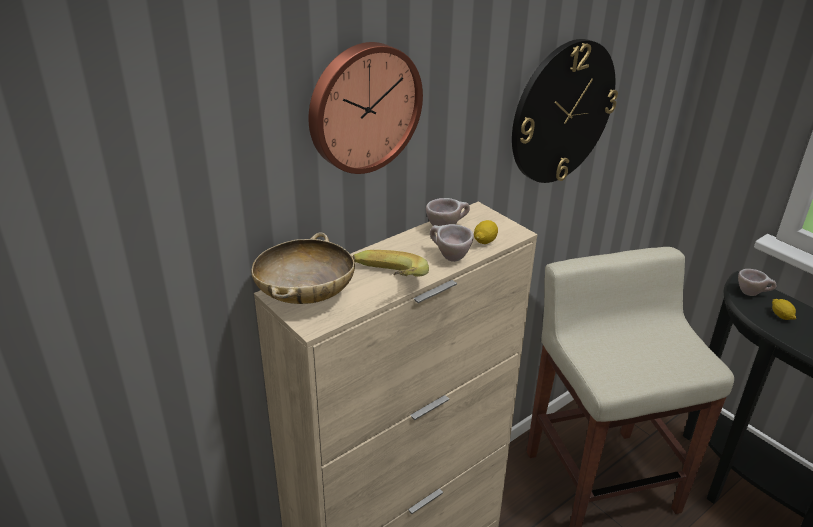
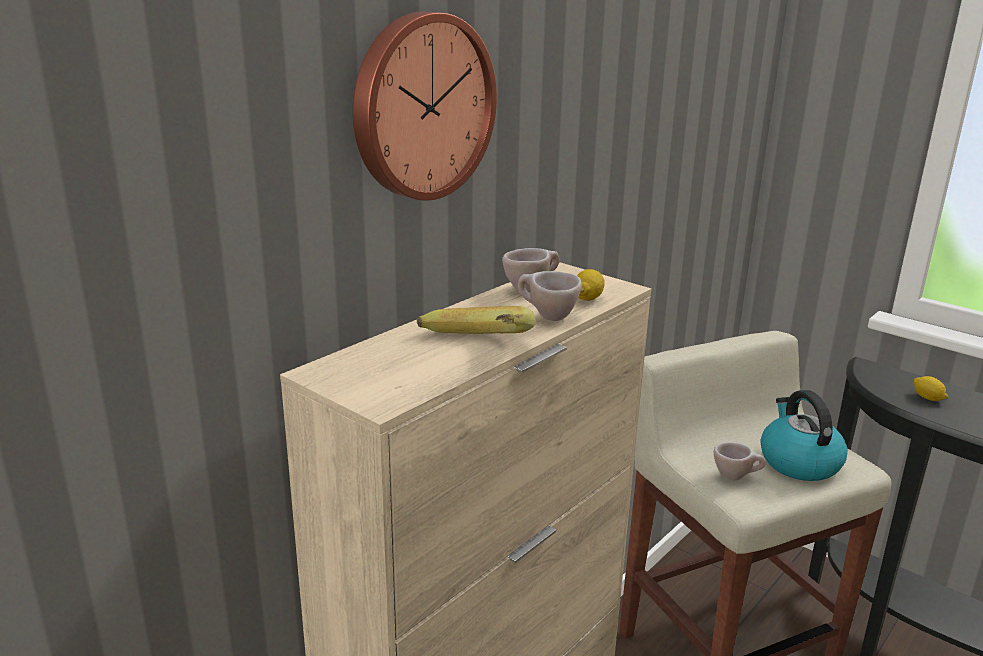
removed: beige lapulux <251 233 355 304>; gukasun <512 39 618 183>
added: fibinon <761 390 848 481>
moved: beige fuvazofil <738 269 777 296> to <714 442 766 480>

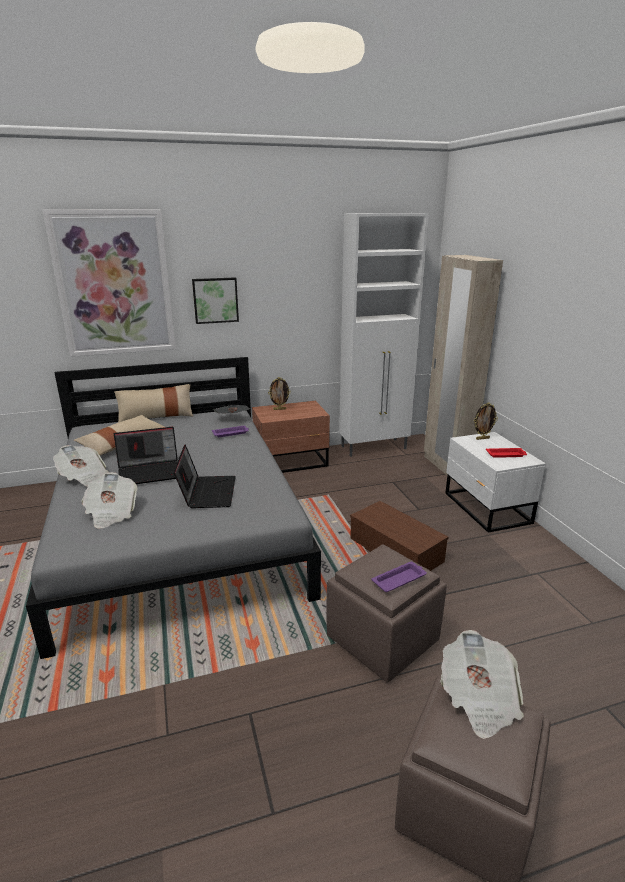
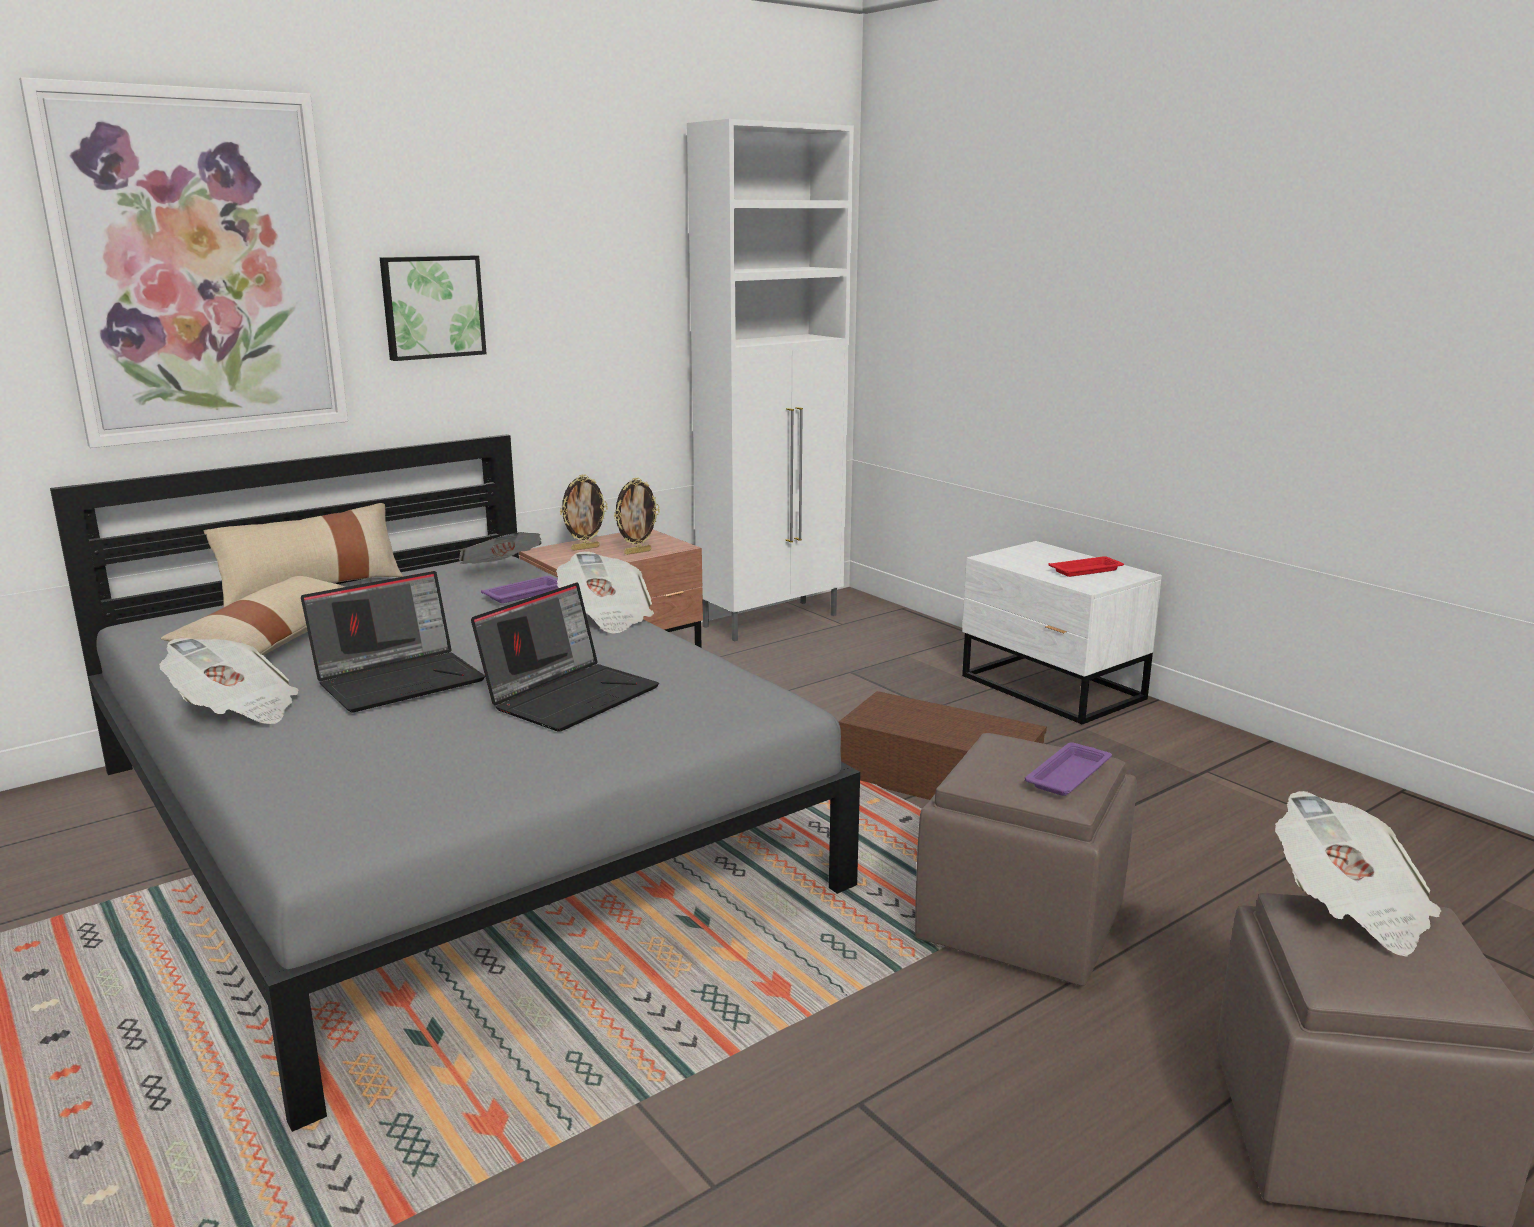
removed: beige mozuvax <424 255 503 481>
moved: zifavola <81 472 138 529> to <556 551 654 634>; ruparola <474 403 498 440> to <614 477 660 555>
turned: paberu <173 444 236 508> = <471 582 659 732> 60 degrees clockwise

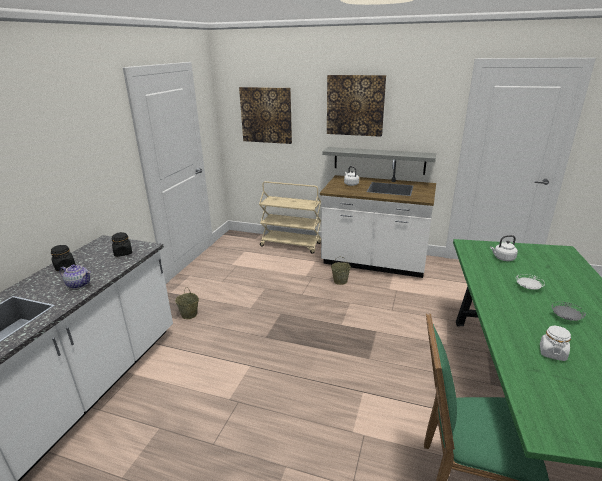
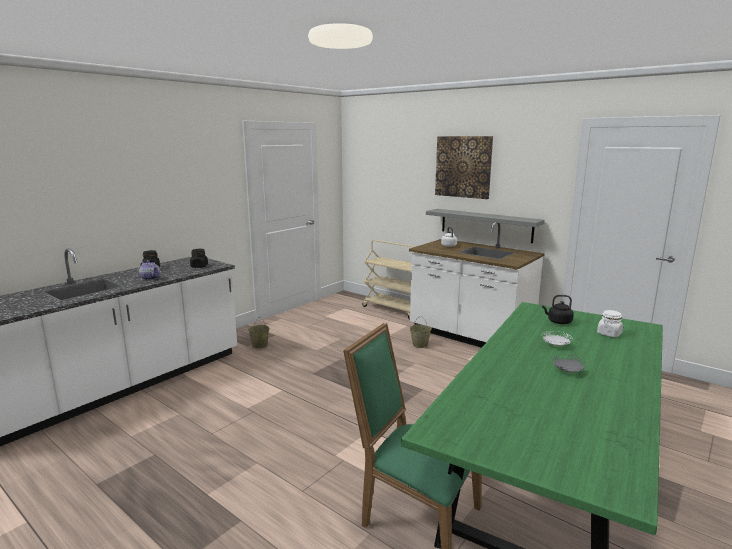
removed: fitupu <239 87 292 144>
moved: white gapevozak <540 325 571 361> to <597 310 623 337>
recoloured: white fibinon <490 235 518 261> to black fibinon <542 295 574 324>

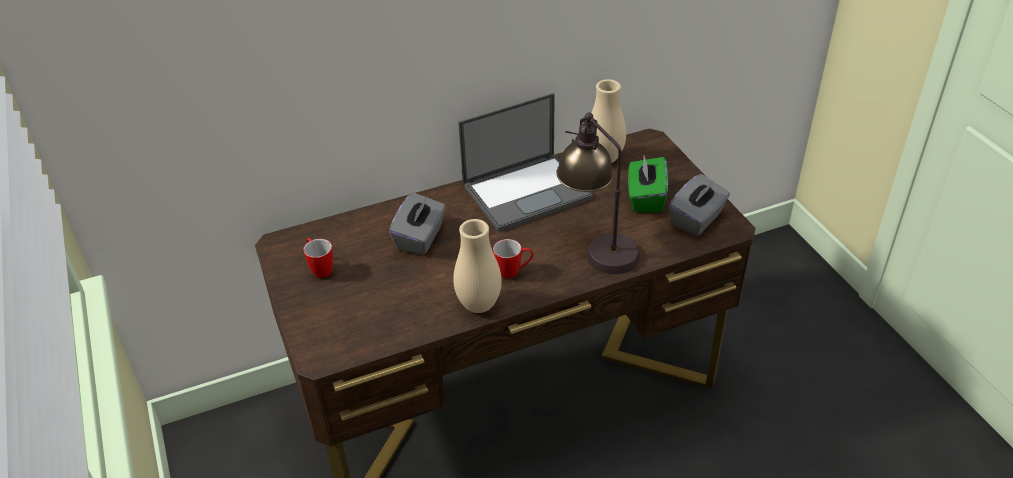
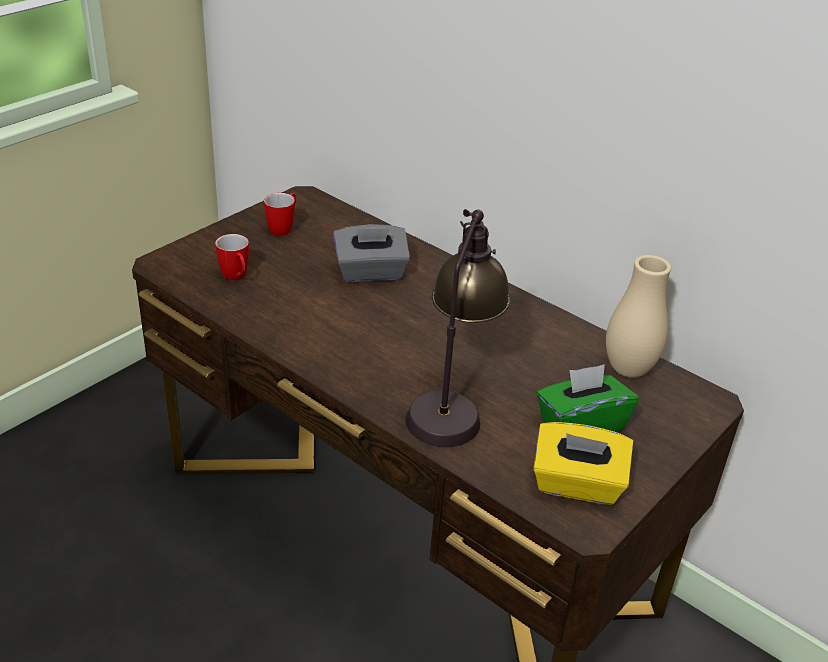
removed: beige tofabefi <453 219 502 313>; paberu <458 93 593 232>
moved: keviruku <493 239 534 279> to <215 234 249 280>
recoloured: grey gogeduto <669 174 730 236> to yellow gogeduto <533 422 633 505>

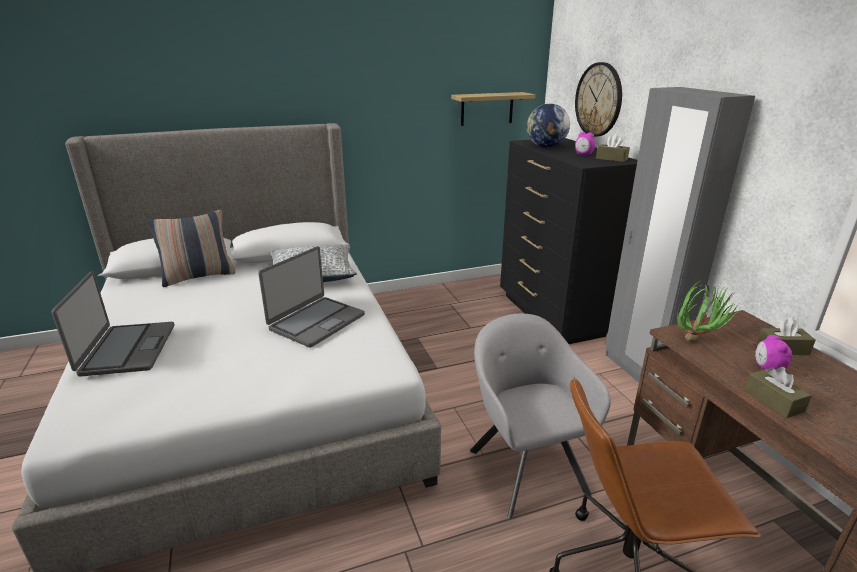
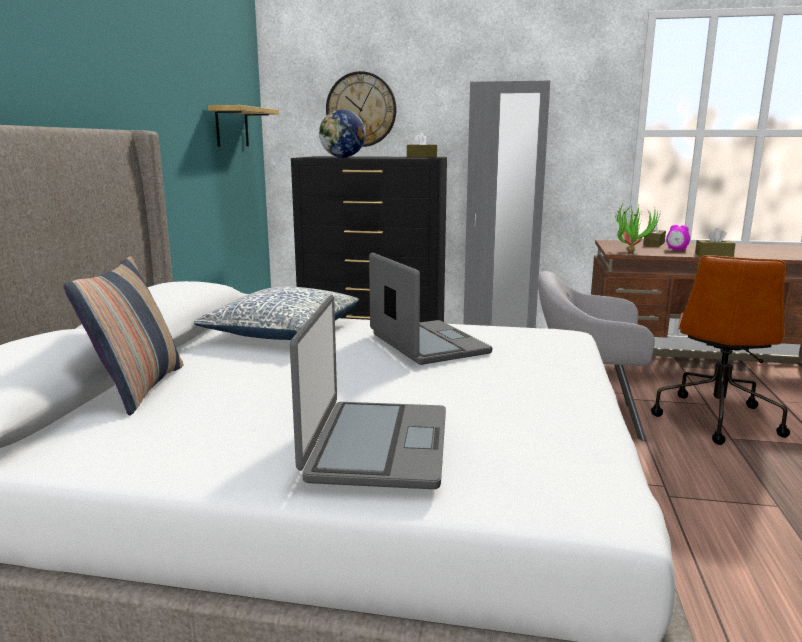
removed: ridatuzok <575 132 595 155>
turned: paberu <51 271 175 377> = <290 295 446 489> 75 degrees clockwise

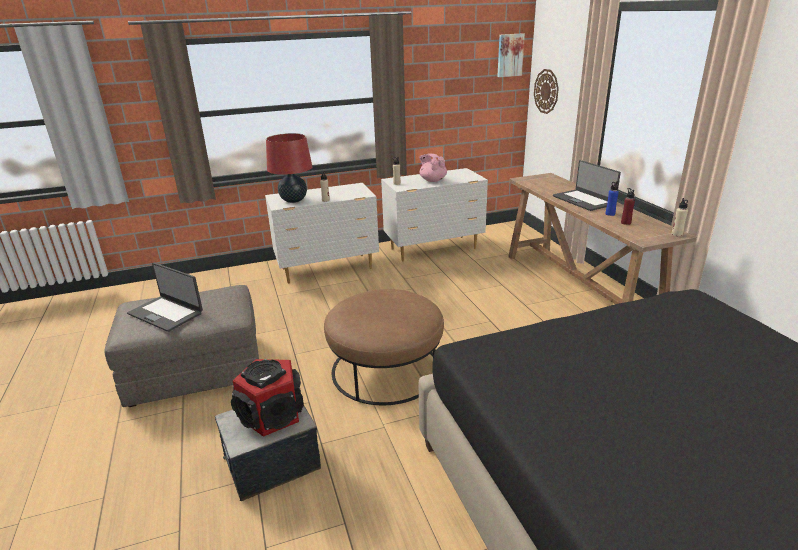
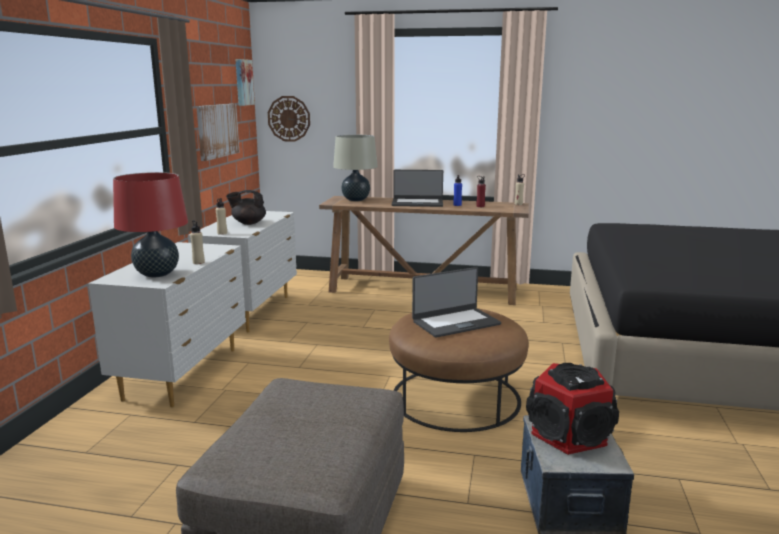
added: fitupu <196 104 240 161>; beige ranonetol <333 135 378 201>
moved: paberu <127 263 203 332> to <412 267 501 338>
recoloured: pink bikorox <419 153 447 182> to black bikorox <226 190 266 225>

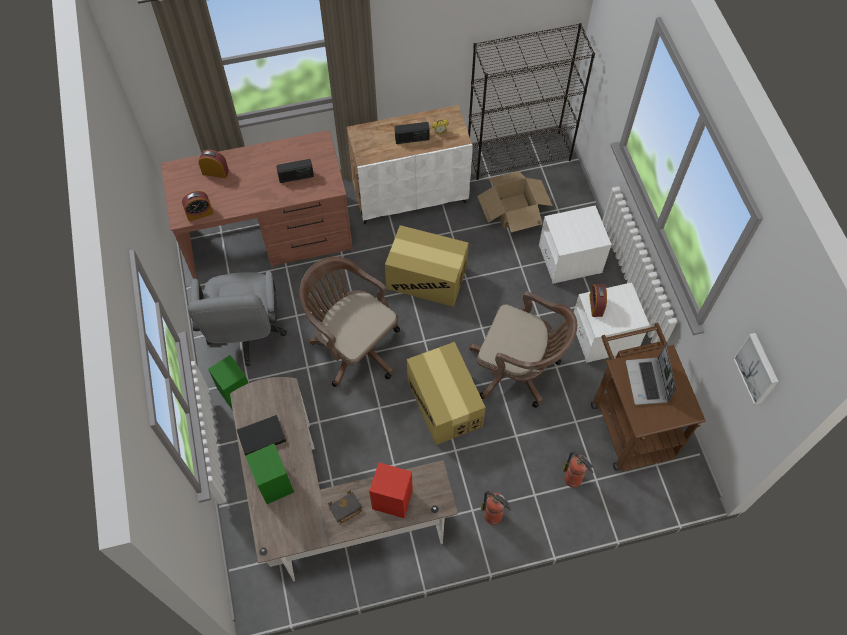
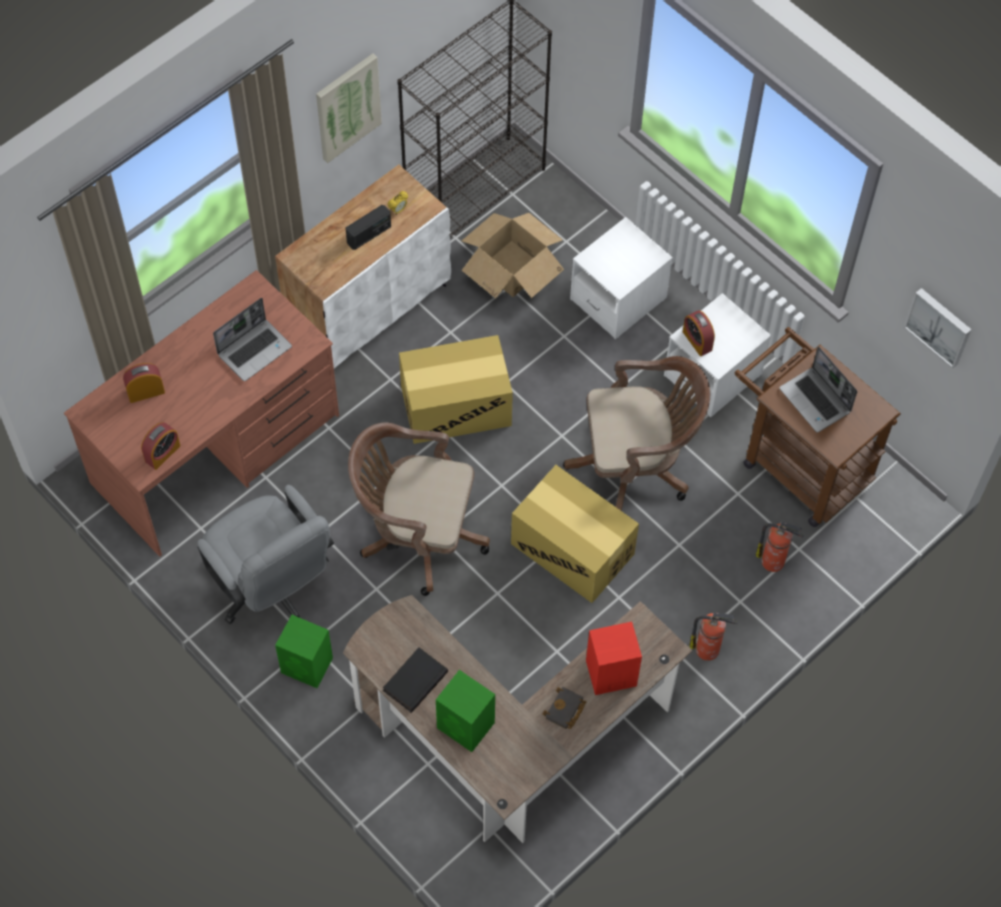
added: fitupu <316 53 382 163>
replaced: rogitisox <276 159 314 183> to paberu <213 298 292 381>

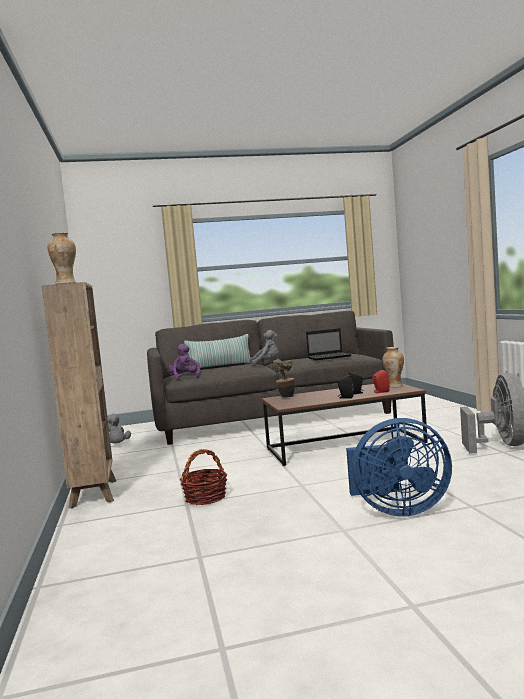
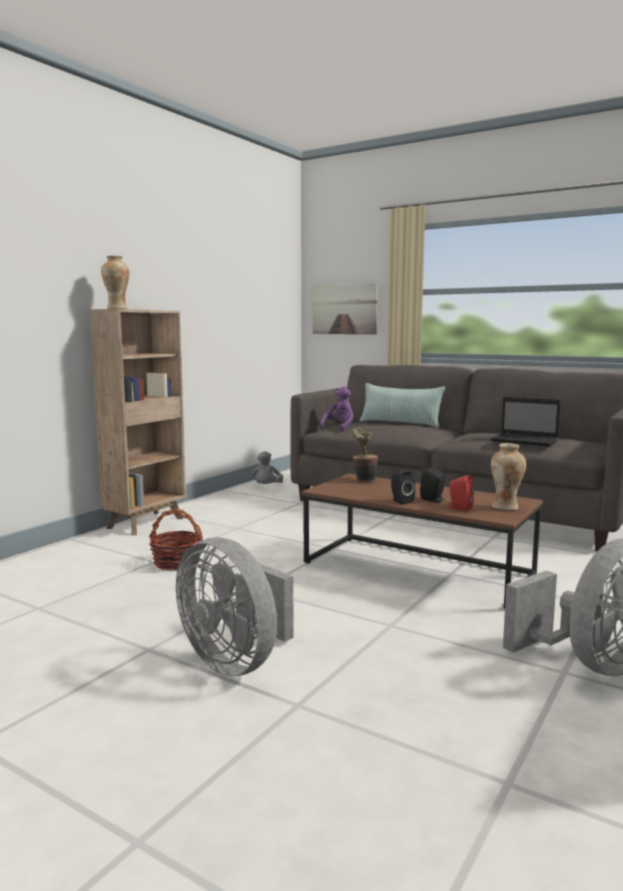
removed: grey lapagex <250 330 279 366>
added: fitupu <313 283 378 334>
recoloured: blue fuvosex <346 418 452 517> to grey fuvosex <176 537 294 677>

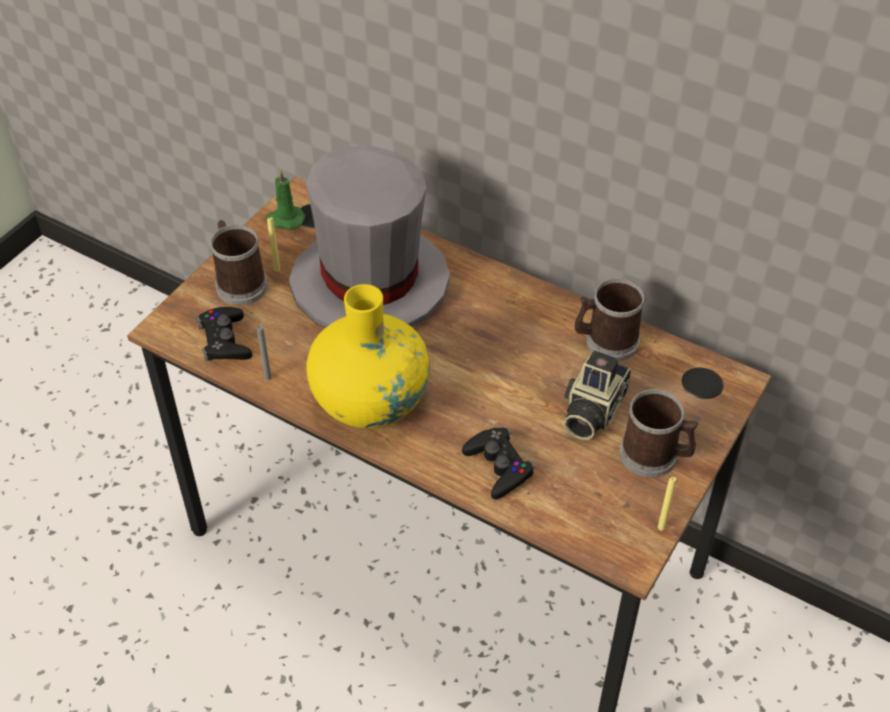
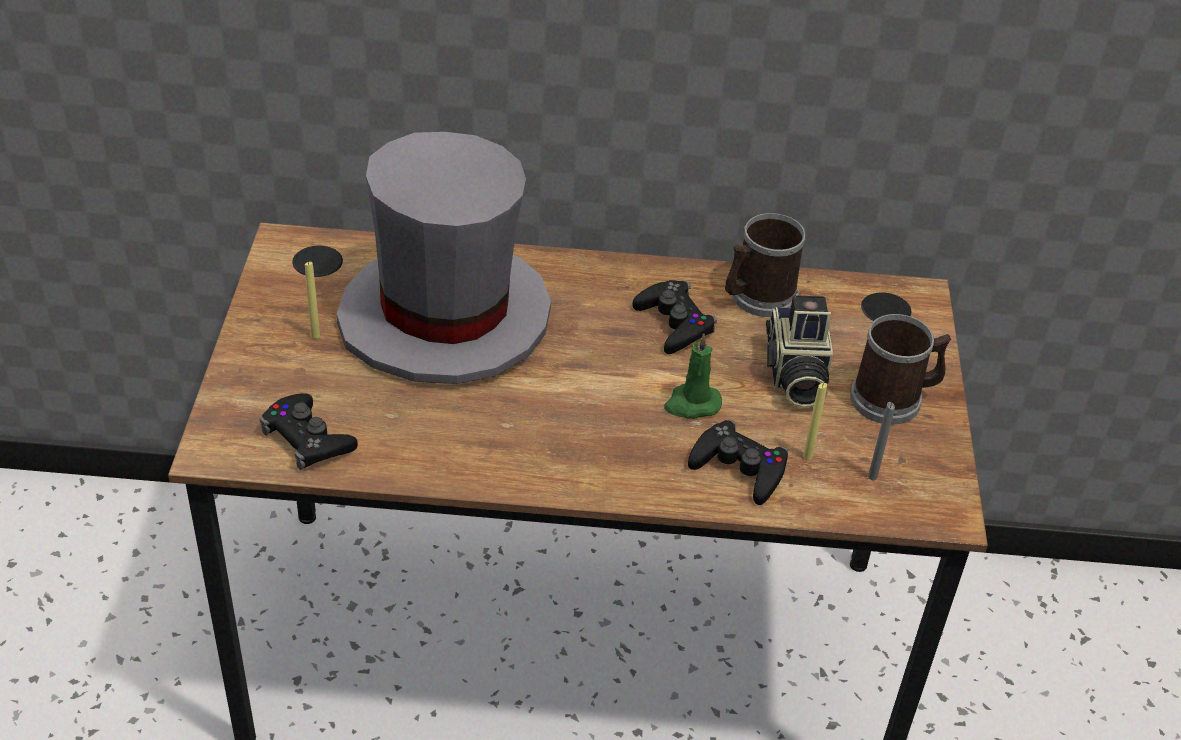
removed: keviruku <210 220 268 305>; yellow tofabefi <306 284 430 429>
added: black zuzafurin <632 280 717 354>
moved: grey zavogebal <257 324 272 380> to <868 402 895 480>; green zavogebal <266 170 305 230> to <664 333 722 419>; yellow zavogebal <658 477 676 531> to <803 383 827 460>

